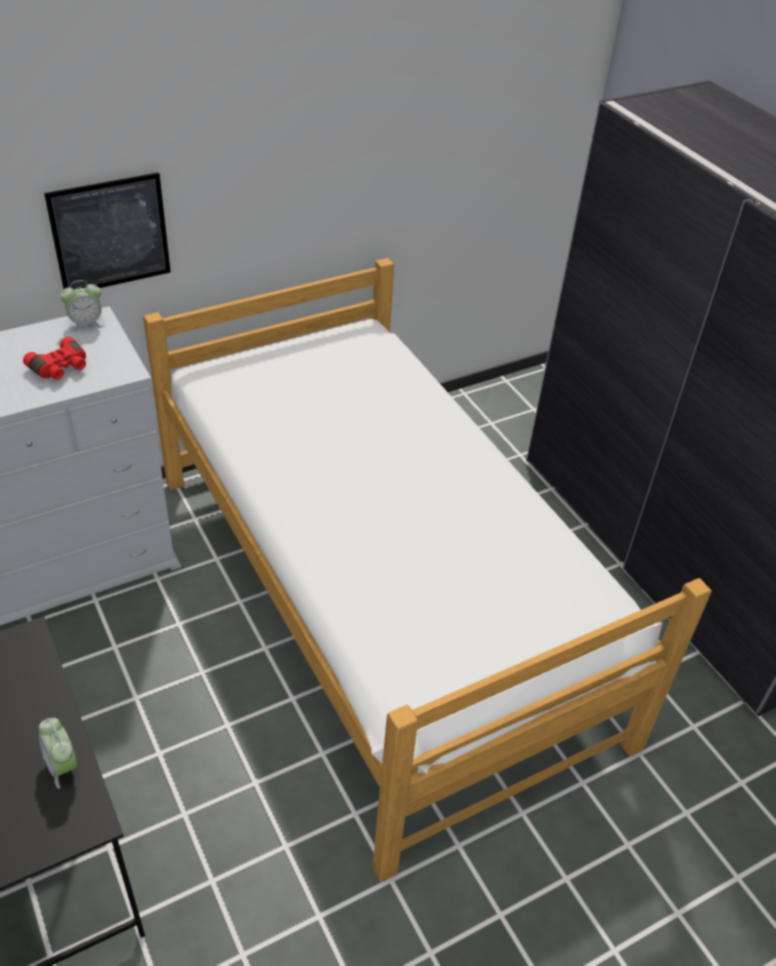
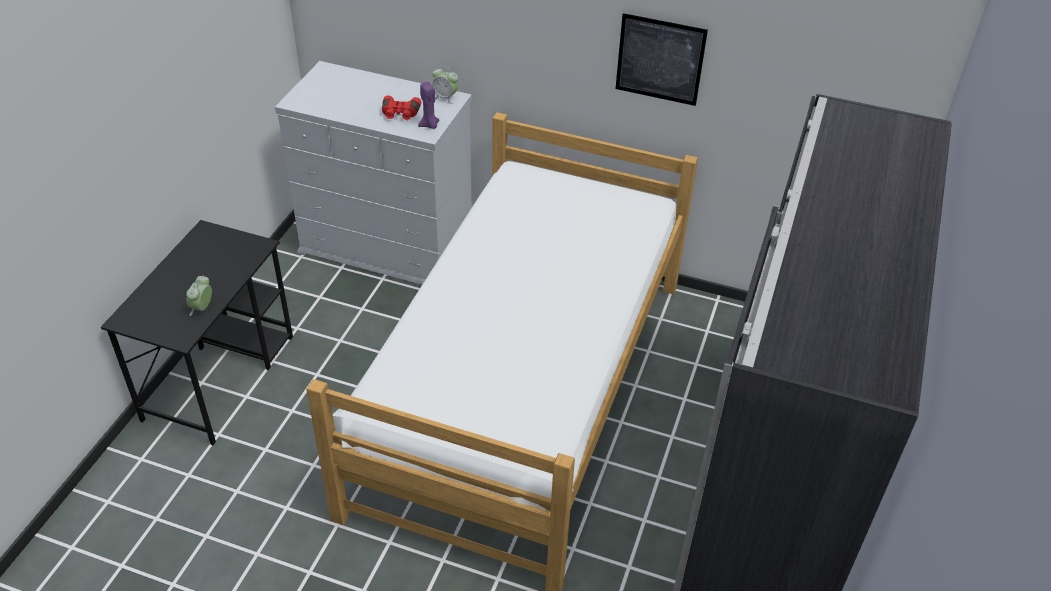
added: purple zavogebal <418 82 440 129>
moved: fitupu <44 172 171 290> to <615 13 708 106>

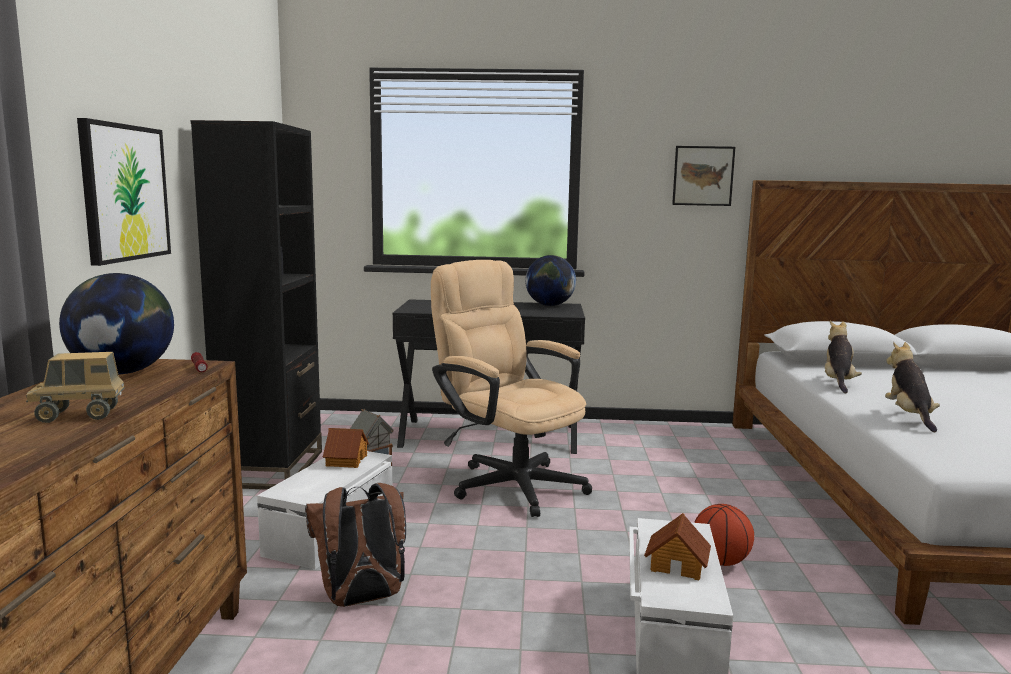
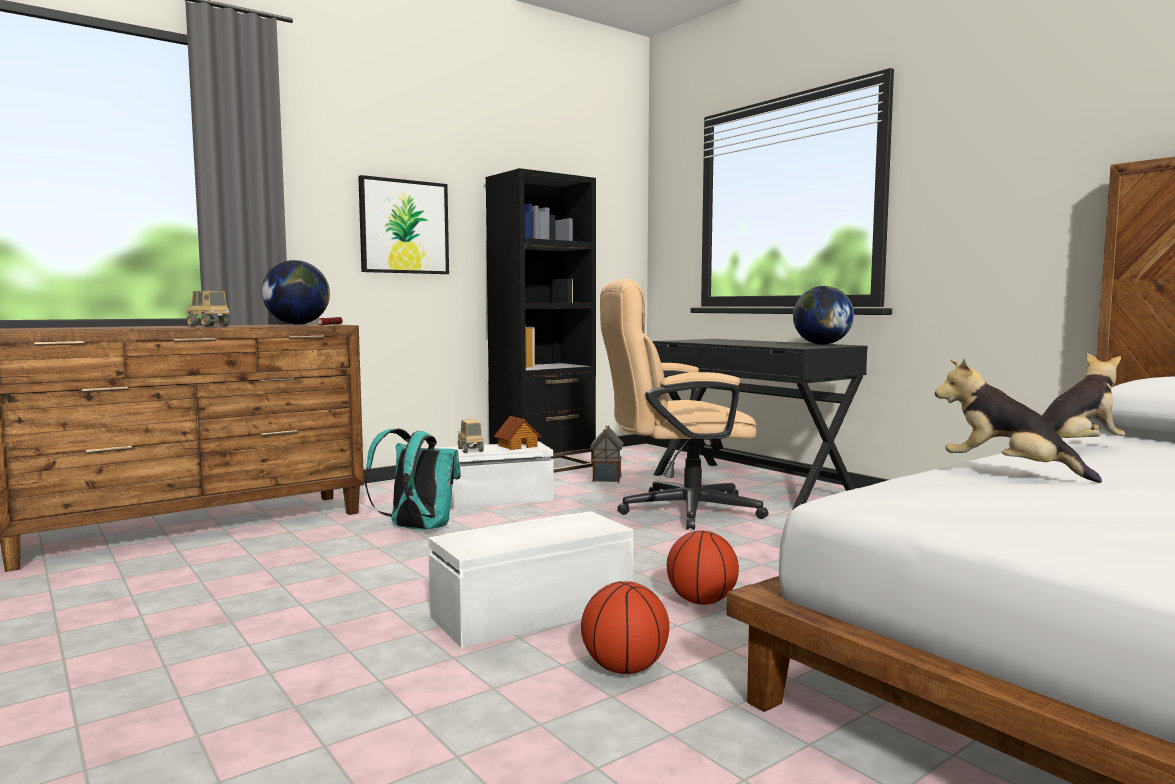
removed: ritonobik <644 513 711 580>; fitupu <672 146 735 206>
added: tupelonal <458 419 484 453>; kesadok <581 581 669 674>
recoloured: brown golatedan <305 483 406 607> to turquoise golatedan <365 429 461 530>
turned: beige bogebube <431 260 592 517> = <600 279 768 530> 105 degrees counterclockwise; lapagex <885 342 940 432> = <935 359 1102 483> 105 degrees counterclockwise

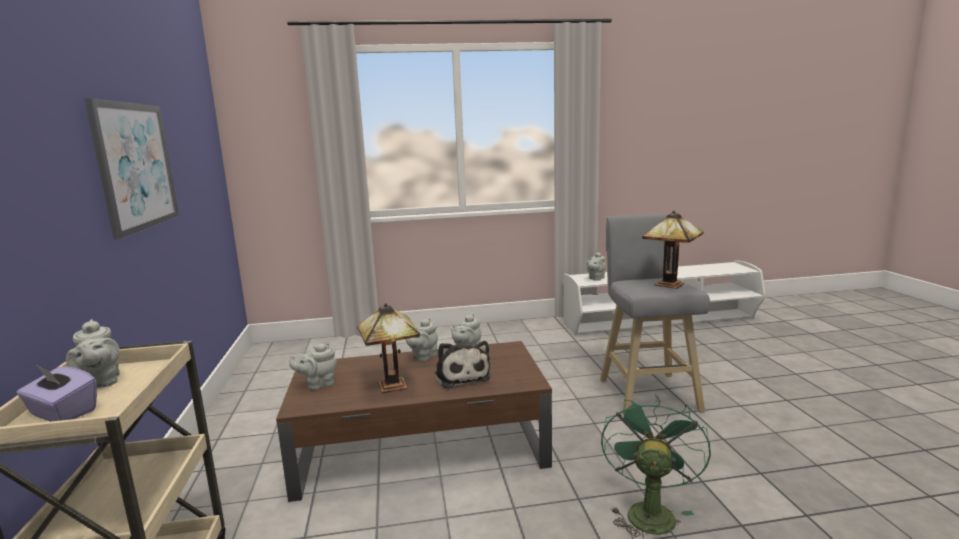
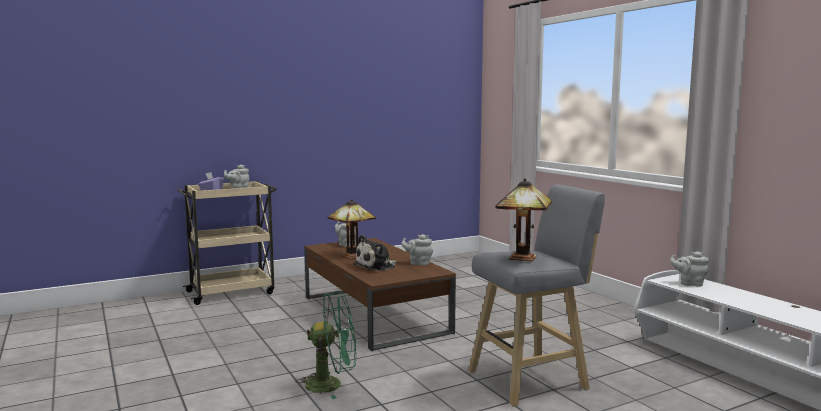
removed: fitupu <84 98 179 240>; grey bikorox <406 318 438 362>

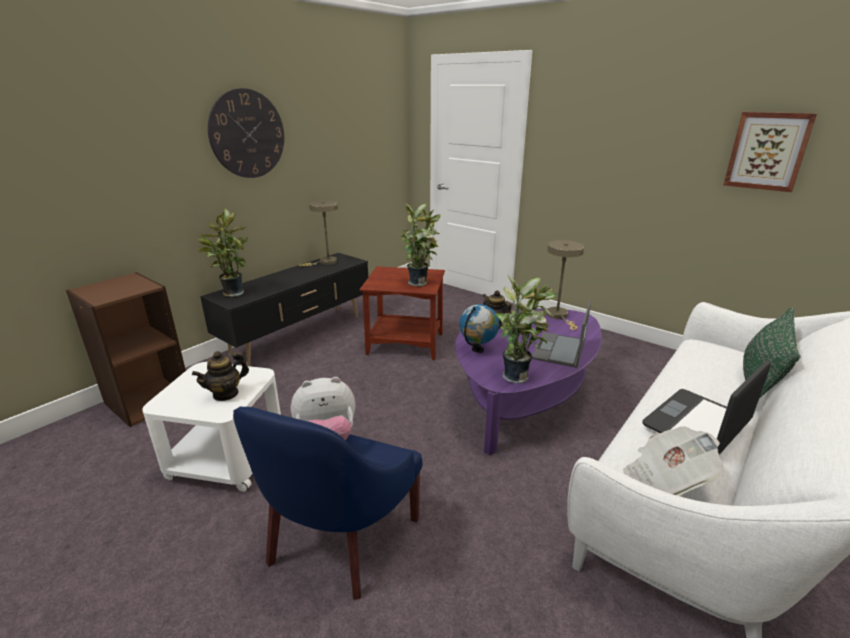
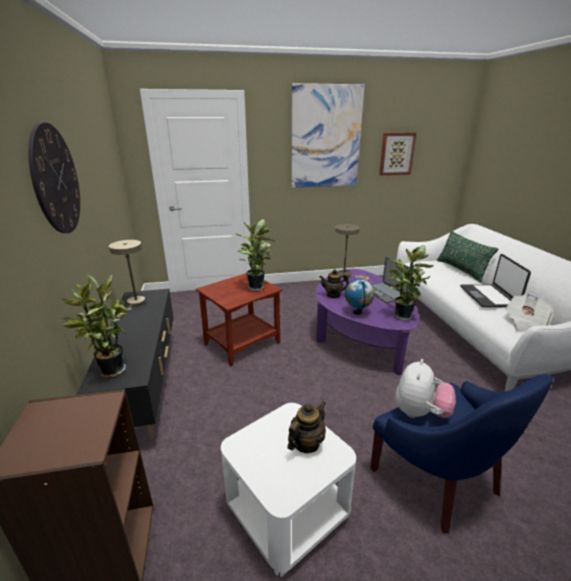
added: fitupu <291 83 364 188>
turned: bikorox <192 351 249 401> = <287 401 326 453> 135 degrees counterclockwise

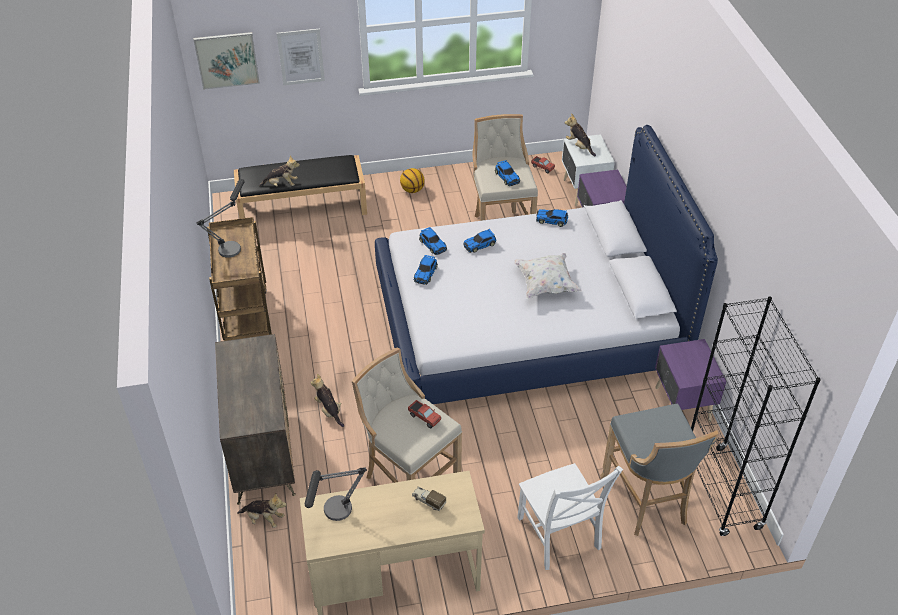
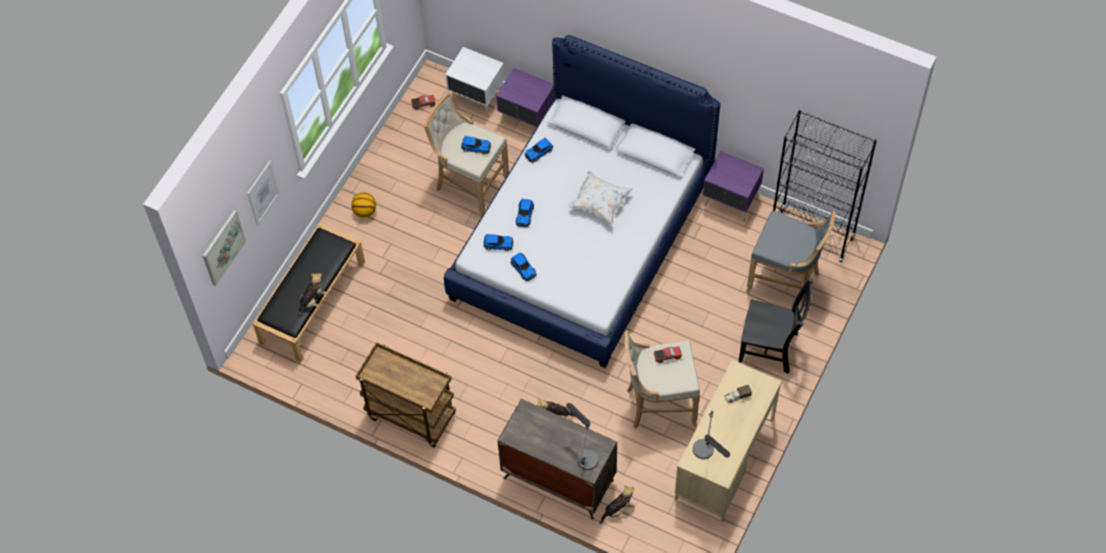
removed: lapagex <565 113 596 156>
moved: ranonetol <197 179 245 258> to <566 403 599 470>
recoloured: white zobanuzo <517 463 623 570> to black zobanuzo <739 279 813 374>

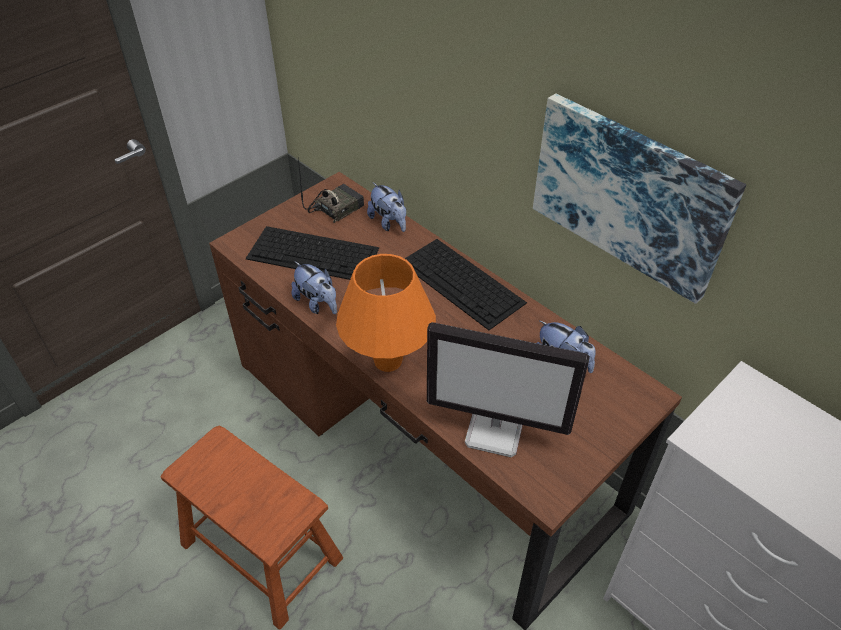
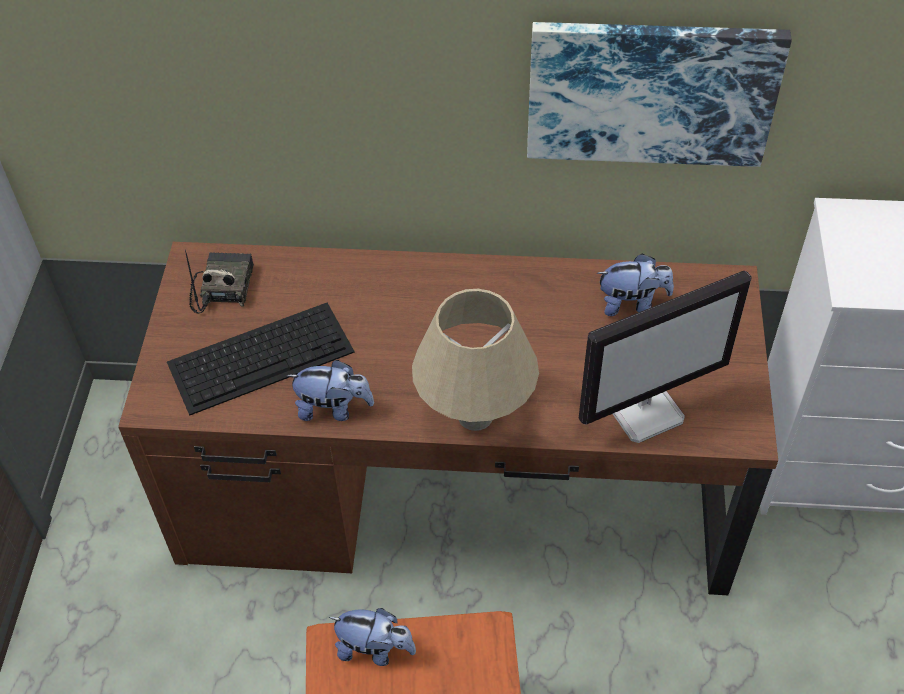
removed: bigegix <405 239 527 330>
moved: lapagex <367 183 406 232> to <329 608 416 666>
recoloured: orange ranonetol <336 254 436 372> to beige ranonetol <412 289 539 431>

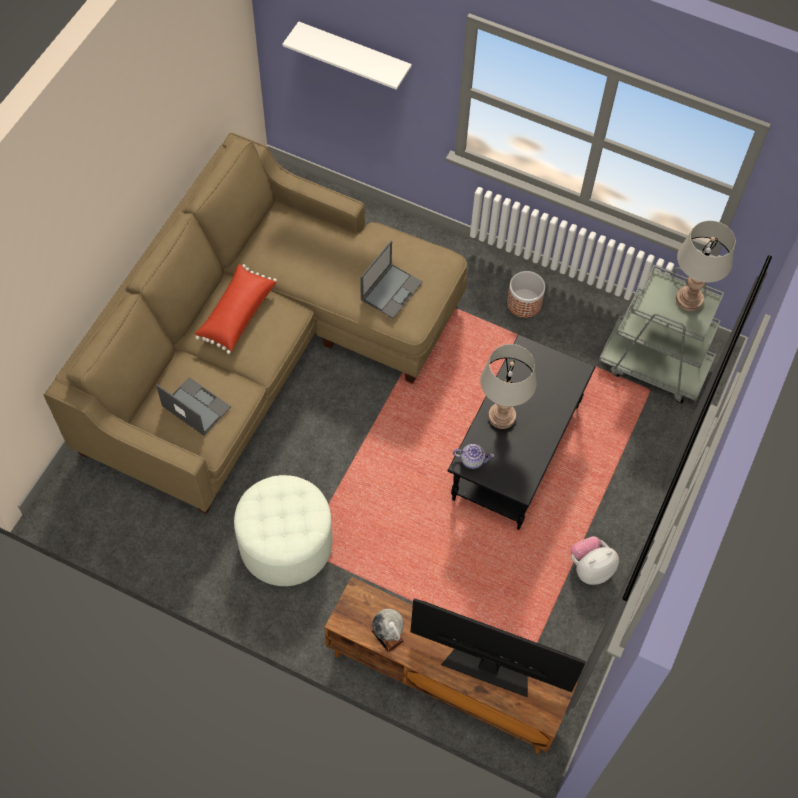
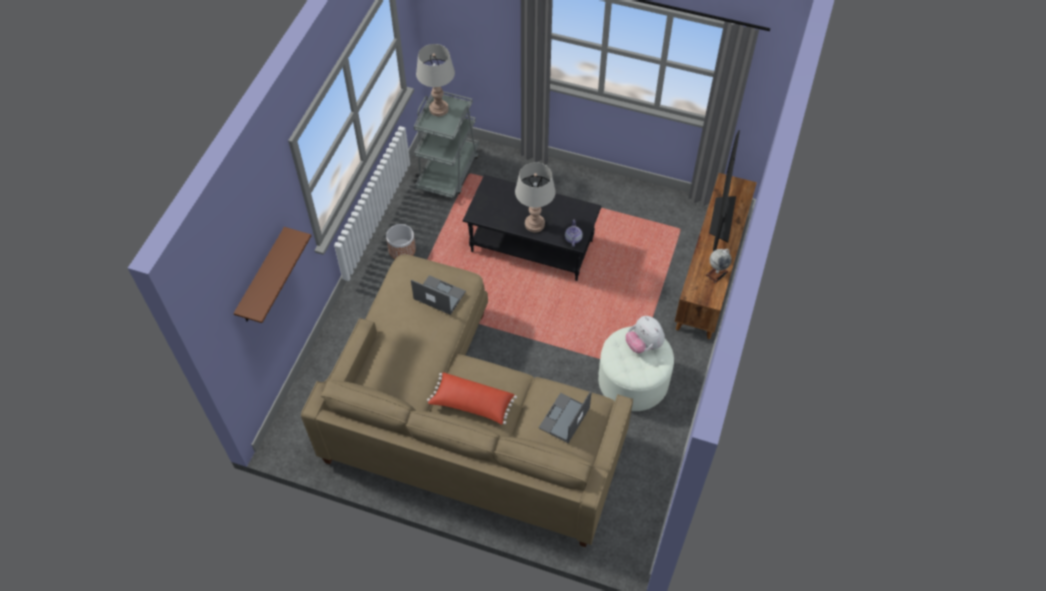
moved: lapagex <570 536 619 585> to <626 316 665 353>
recoloured: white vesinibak <282 21 412 90> to brown vesinibak <234 227 311 323>

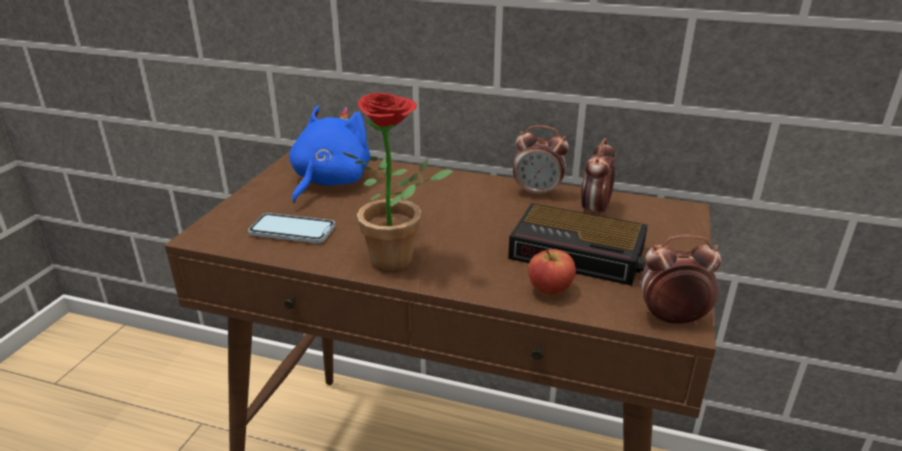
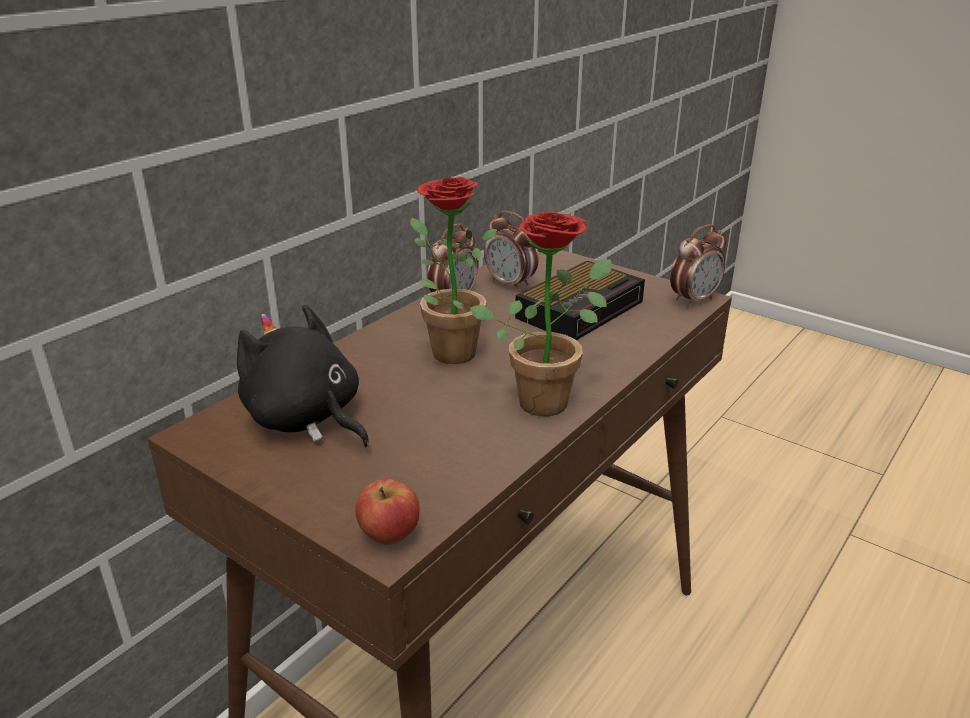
removed: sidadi <248 213 335 243>
added: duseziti <410 177 498 364>
moved: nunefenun <528 249 576 296> to <355 478 419 545>
recoloured: blue lapagex <289 106 371 204> to black lapagex <237 305 370 447>
turned: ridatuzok <641 235 721 325> = <670 224 726 308> 150 degrees counterclockwise

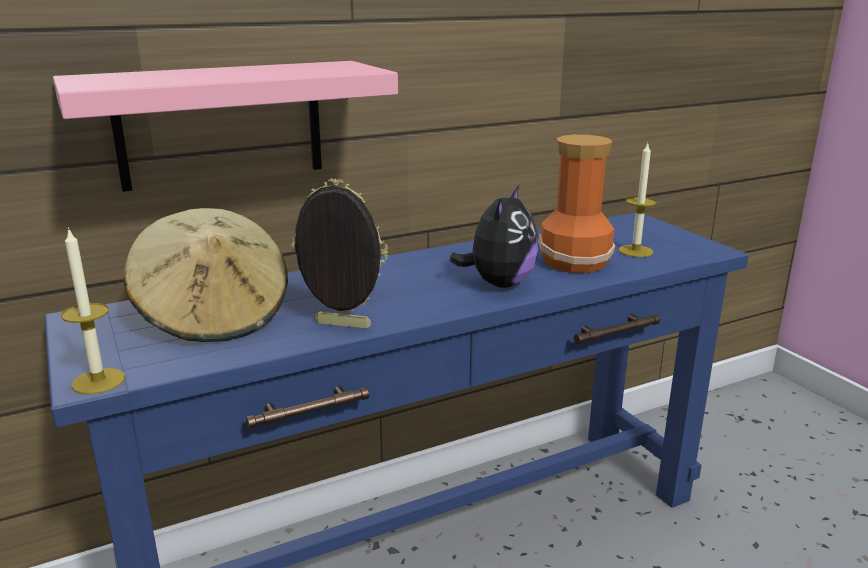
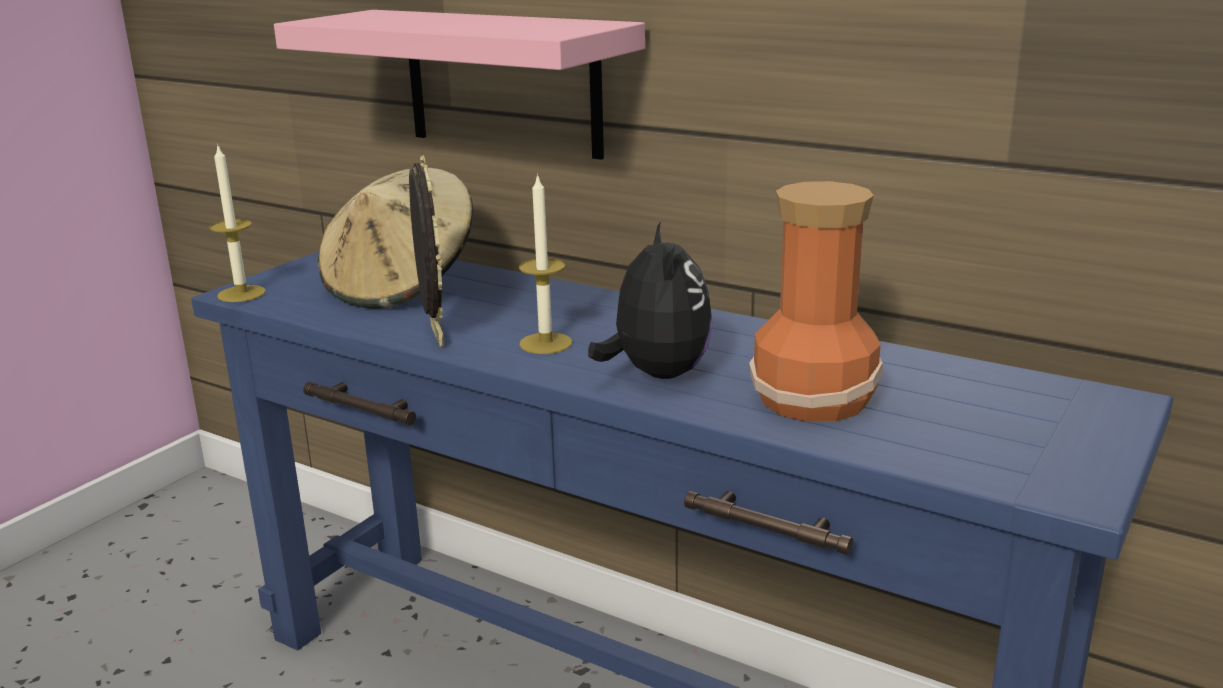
moved: zavogebal <619 143 657 257> to <519 173 572 354>
turned: lapagex <449 185 539 288> = <588 223 713 379> 90 degrees counterclockwise

